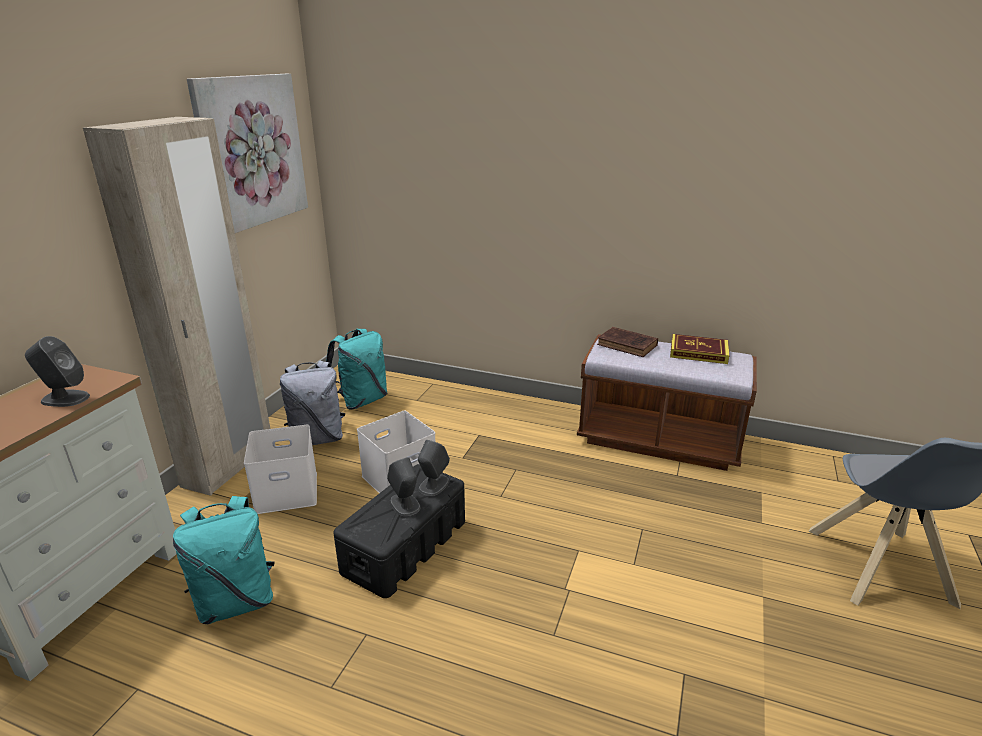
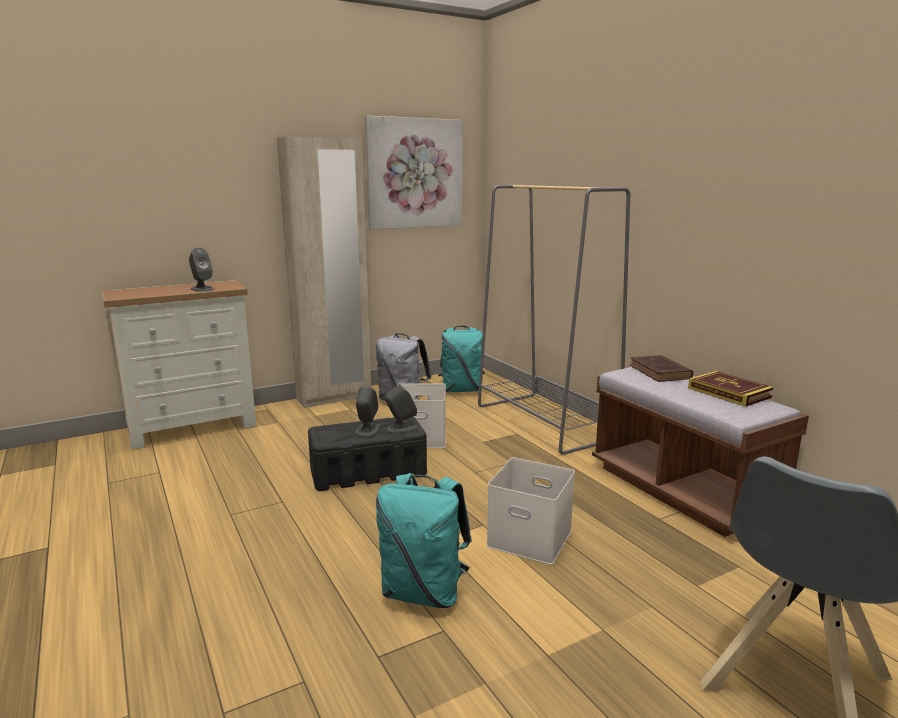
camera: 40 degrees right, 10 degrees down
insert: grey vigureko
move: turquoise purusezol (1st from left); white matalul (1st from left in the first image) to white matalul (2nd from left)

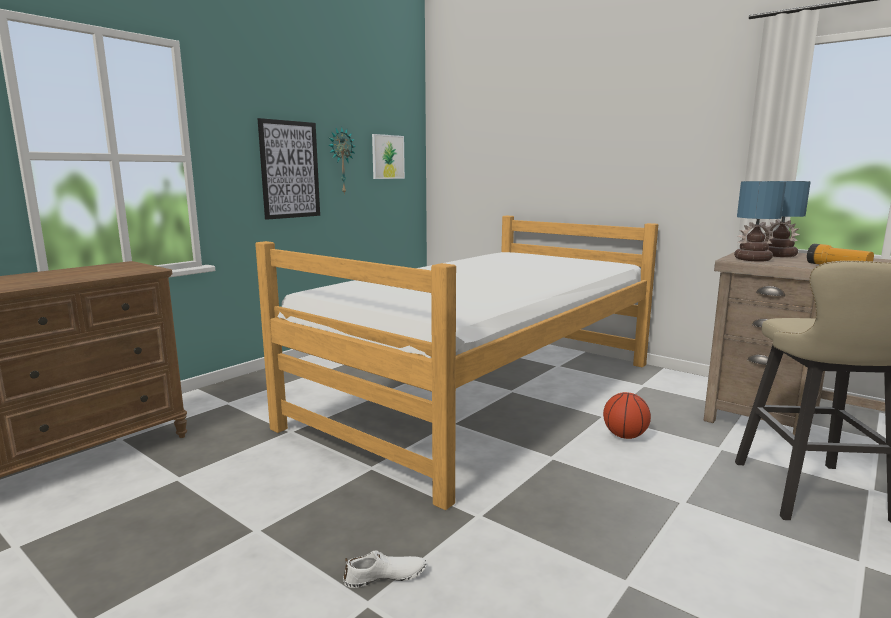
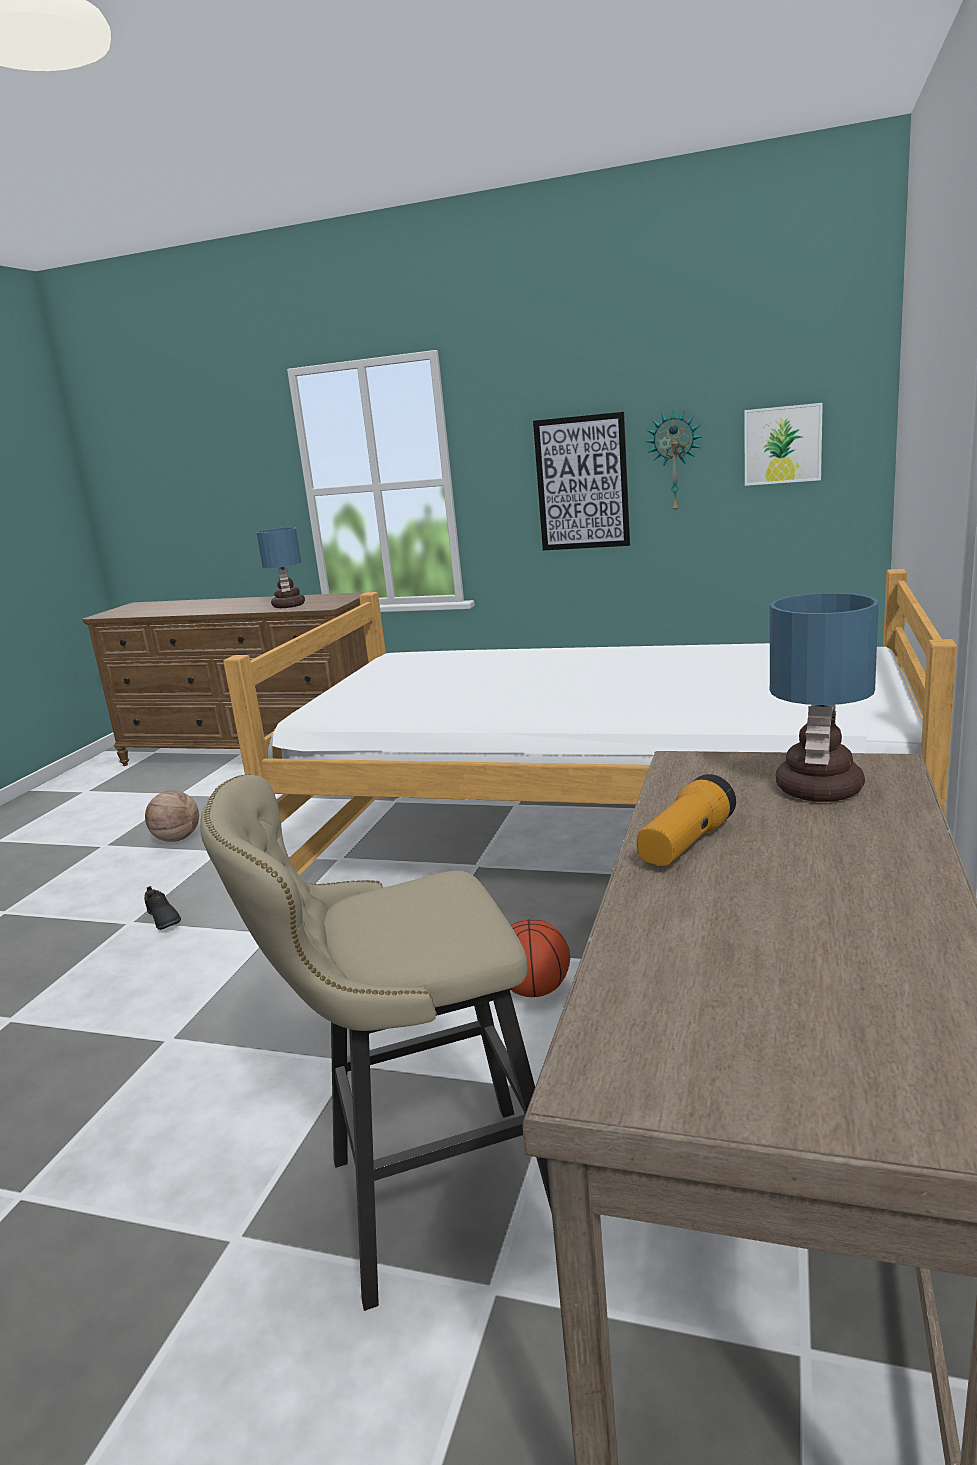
camera: 70 degrees right, 5 degrees up
insert: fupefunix (1st from left)
move: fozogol (1st from left)
recolor: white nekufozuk to black nekufozuk

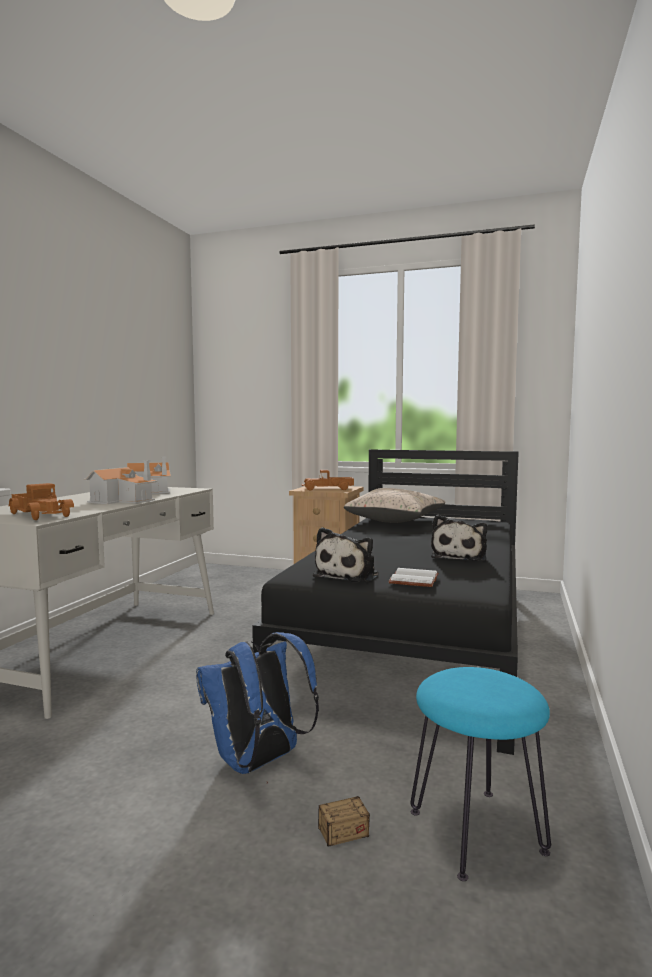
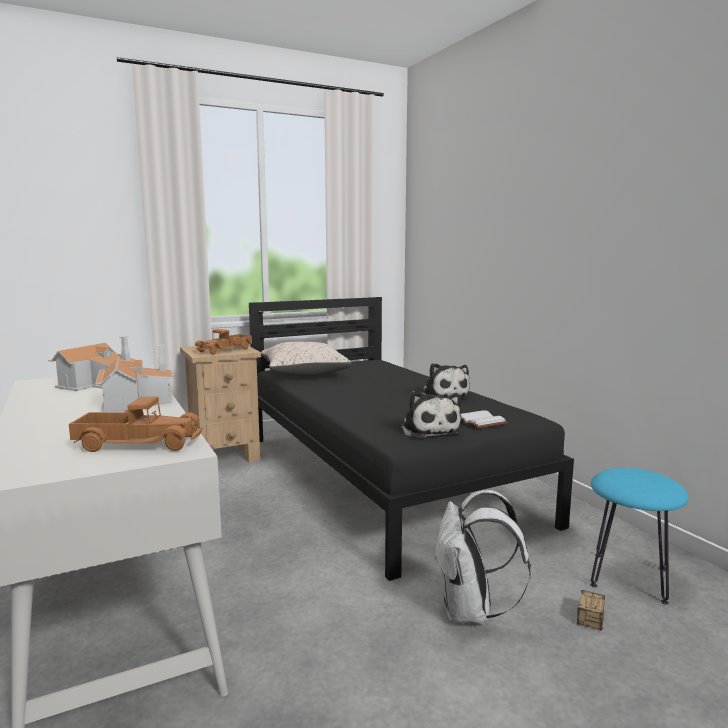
camera: 45 degrees left, 5 degrees up
recolor: blue purusezol to white purusezol

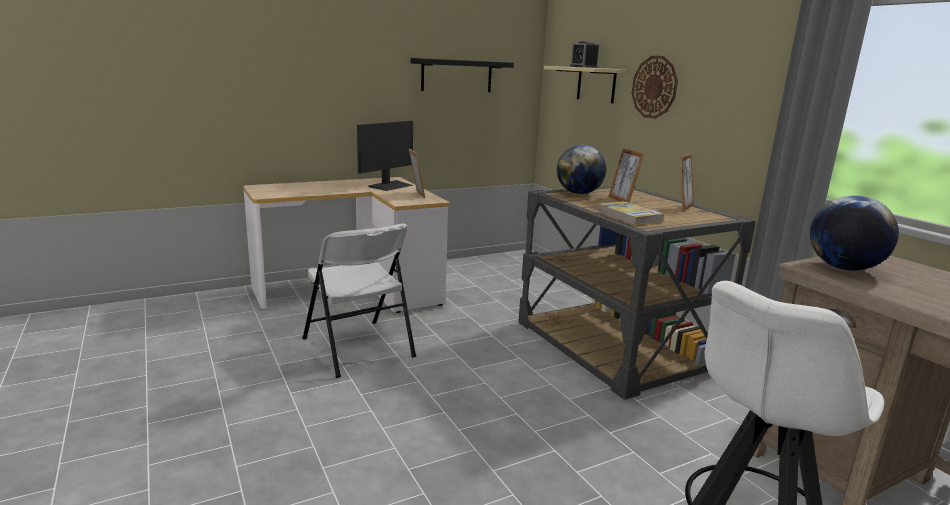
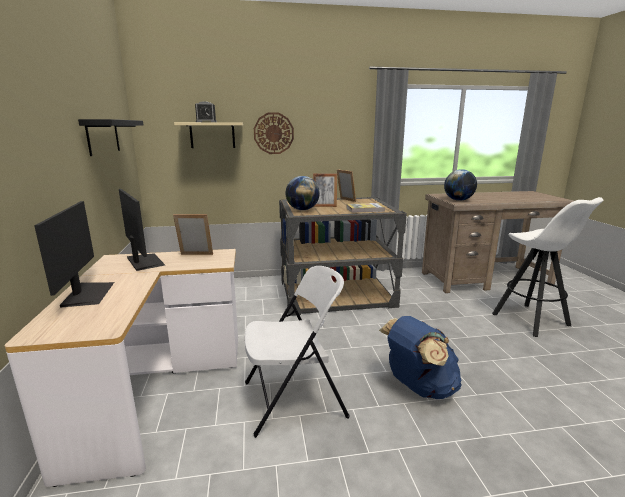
camera: 70 degrees left, 0 degrees up
insert: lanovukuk (1st from left); blue purusezol

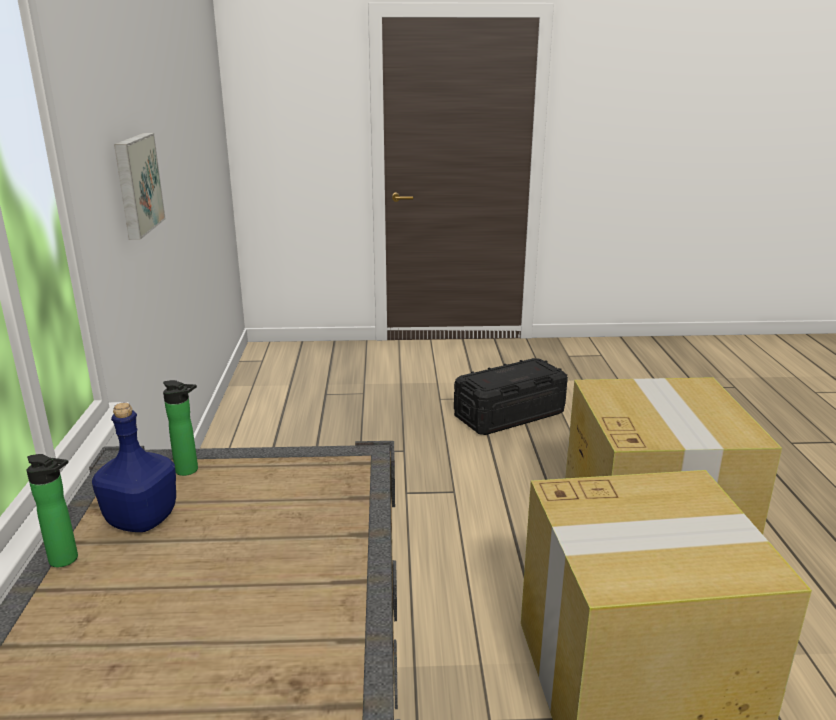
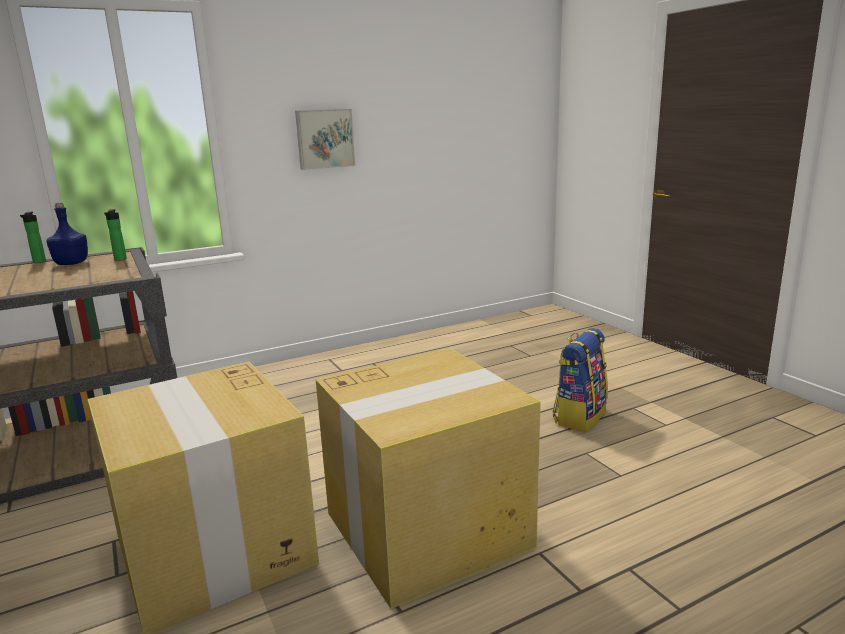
camera: 65 degrees right, 5 degrees down
replace: black matalul to purusezol

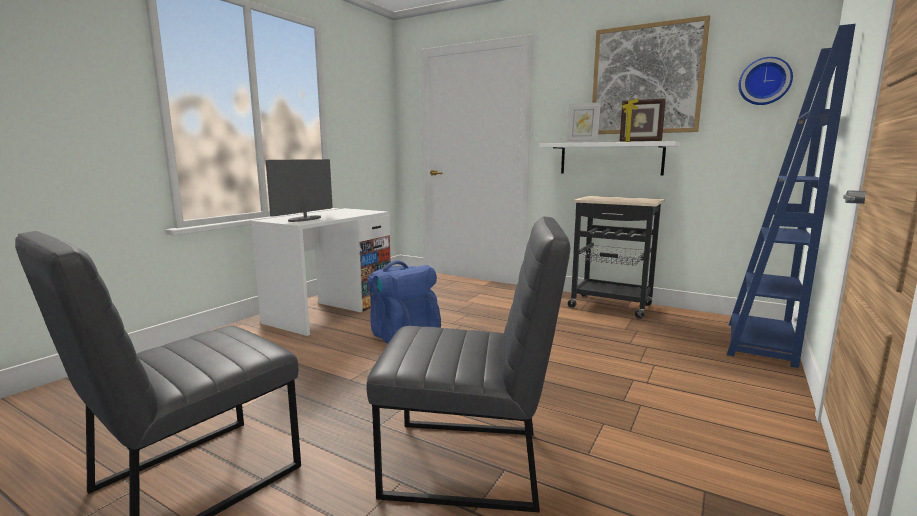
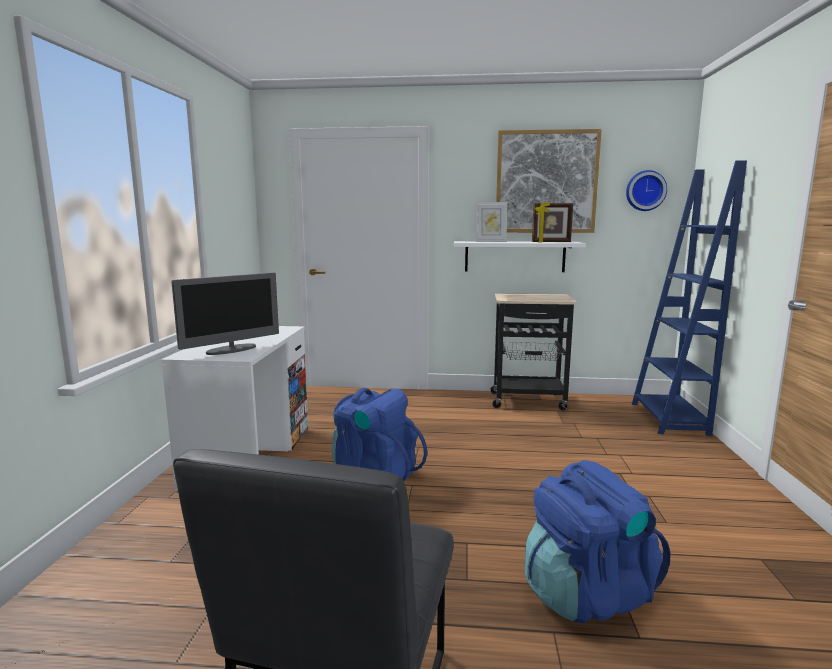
camera: 25 degrees left, 0 degrees up
replace: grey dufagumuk (2nd from left) to blue purusezol (2nd from left)
rotate: lanovukuk 135 degrees counterclockwise

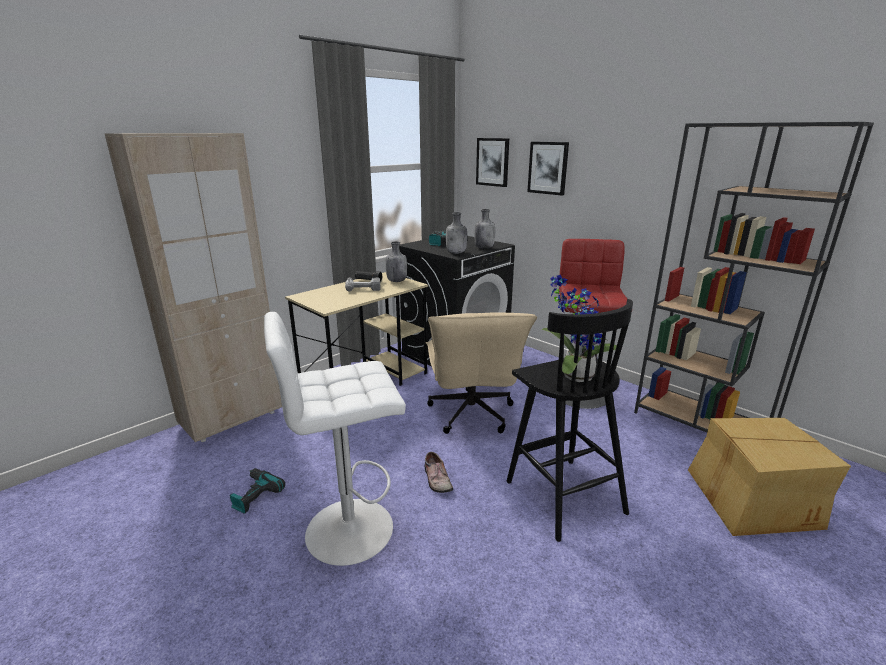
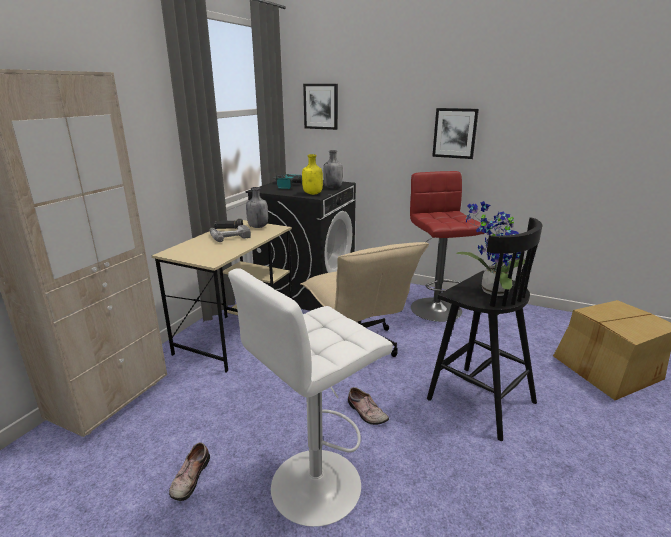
camera: 20 degrees left, 0 degrees up
delete: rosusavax
move: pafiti (2nd from left)
replace: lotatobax (1st from left) to nekufozuk (1st from left)
recolor: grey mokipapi (2nd from left) to yellow mokipapi

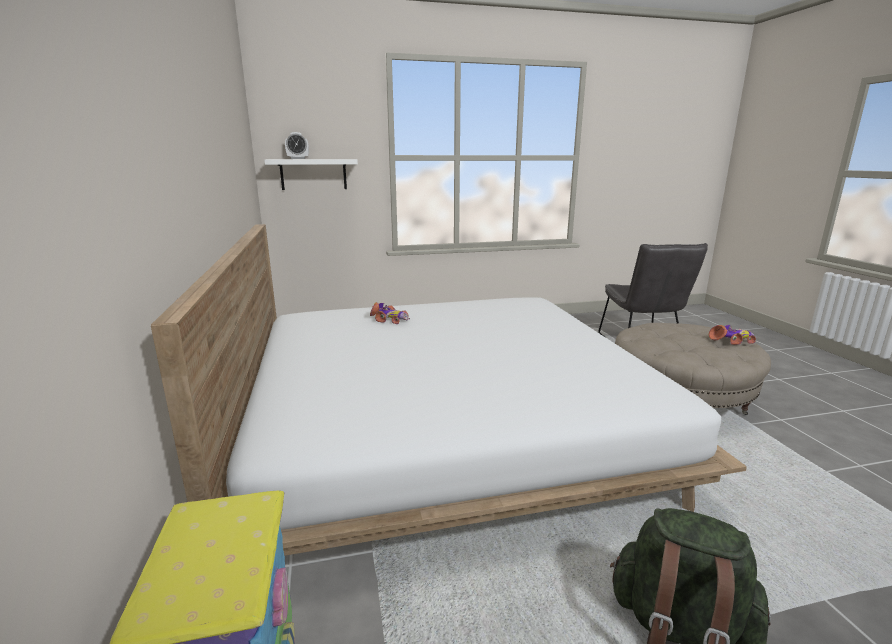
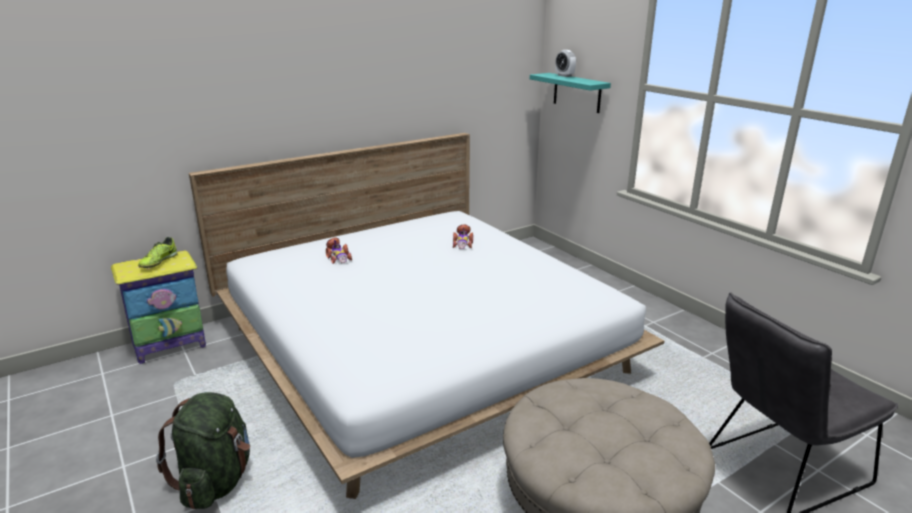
camera: 70 degrees right, 5 degrees up
insert: nekufozuk
move: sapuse (2nd from left in the first image) to sapuse (1st from left)
recolor: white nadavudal to turquoise nadavudal

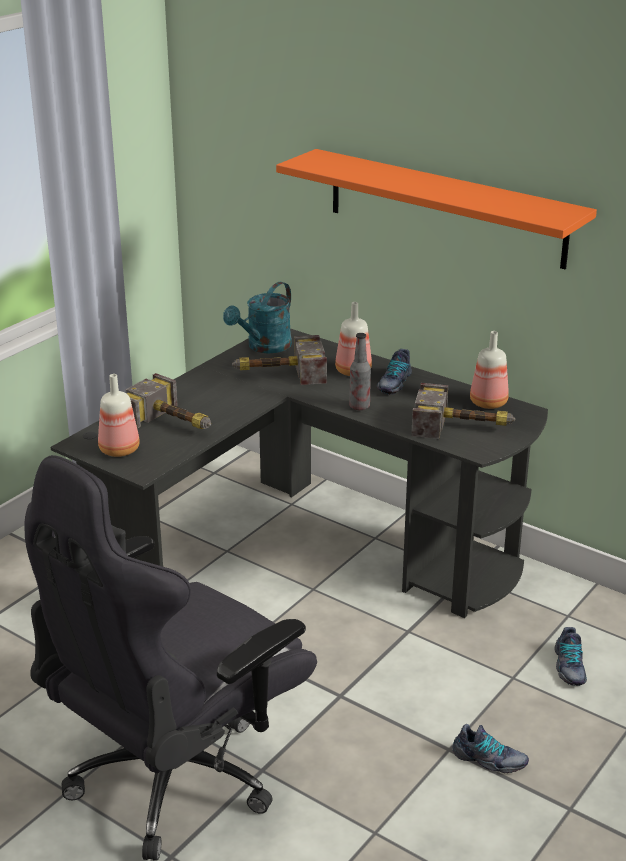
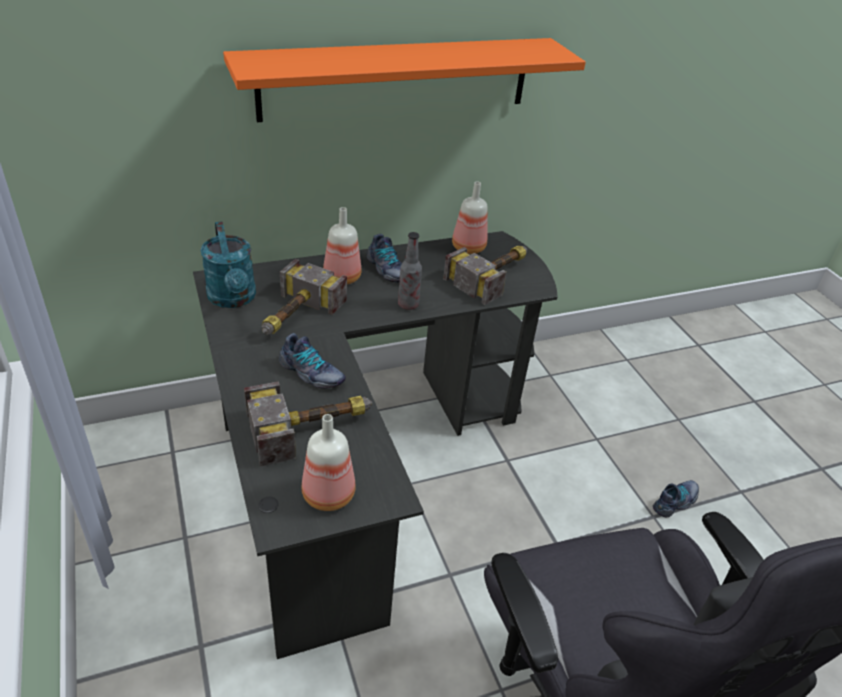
camera: 60 degrees left, 10 degrees up
move: nekufozuk (3rd from left in the first image) to nekufozuk (1st from left)

